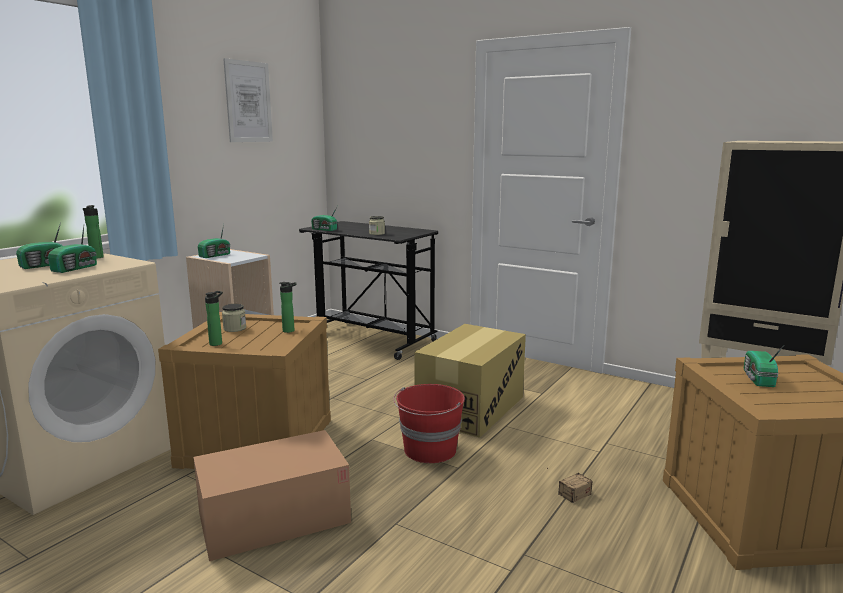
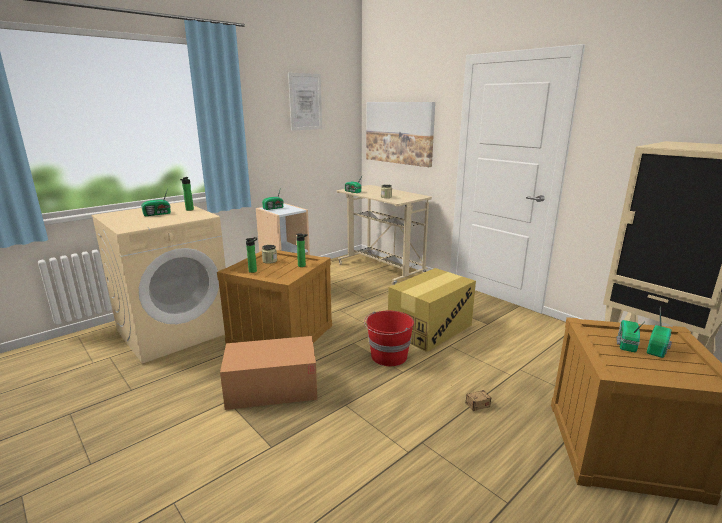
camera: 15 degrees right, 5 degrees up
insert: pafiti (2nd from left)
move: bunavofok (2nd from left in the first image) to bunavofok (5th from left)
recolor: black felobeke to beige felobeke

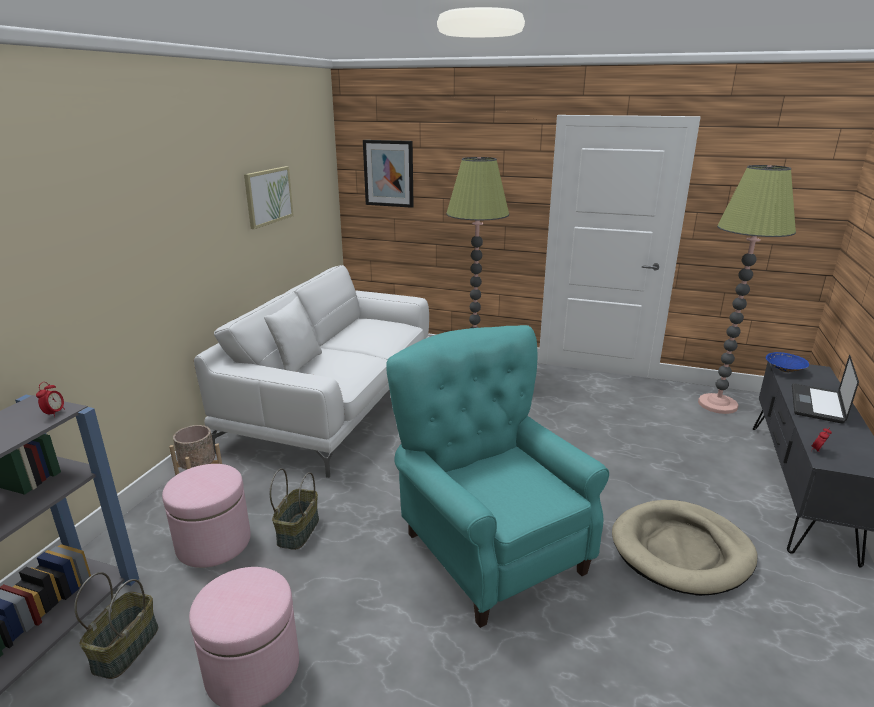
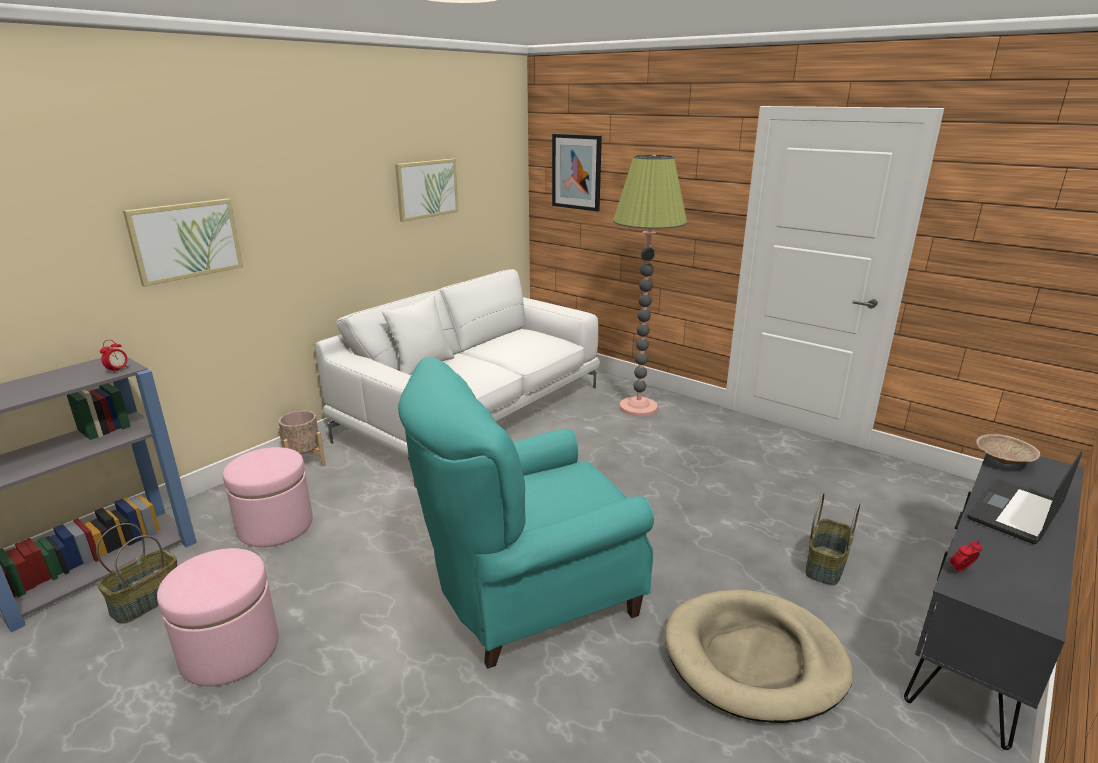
camera: 20 degrees right, 0 degrees up
delete: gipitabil (2nd from left)
insert: pafiti (1st from left)
move: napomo (2nd from left)
recolor: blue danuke to beige danuke
rotate: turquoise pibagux 105 degrees counterclockwise

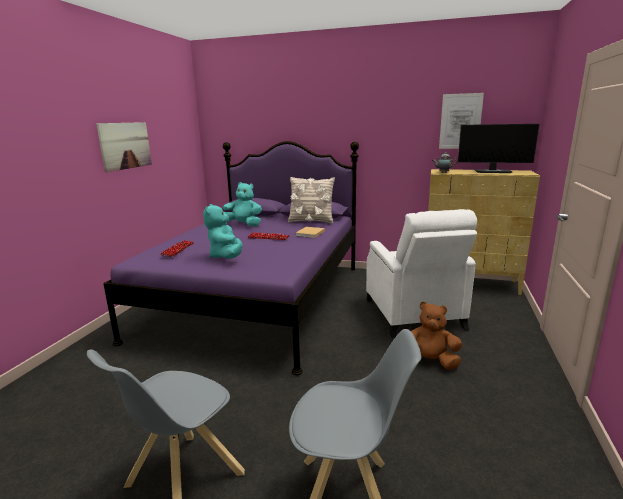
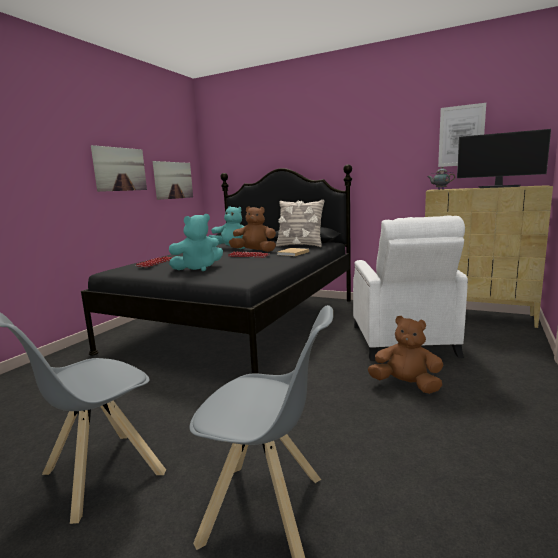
camera: 10 degrees right, 5 degrees down
insert: pafiti (2nd from left); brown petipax (1st from left)
recolor: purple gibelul to black gibelul
rotate: turquoise petipax (1st from left) 120 degrees counterclockwise

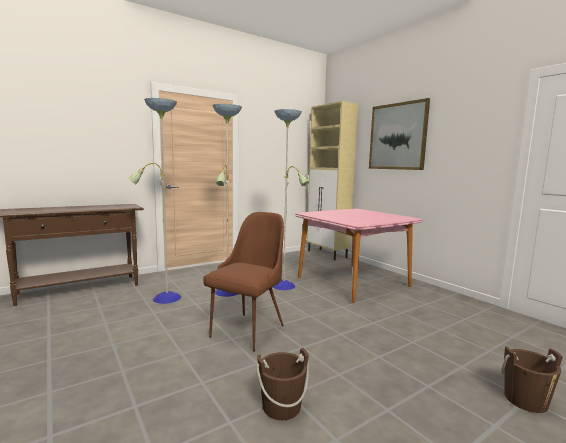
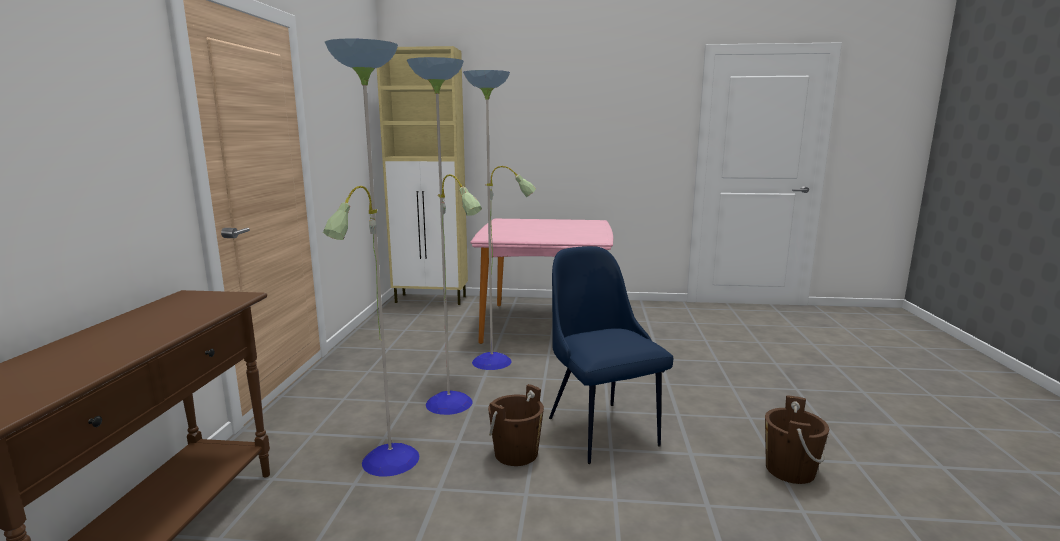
camera: 50 degrees left, 5 degrees up
delete: pafiti
move: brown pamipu (2nd from left in the first image) to brown pamipu (1st from left)
recolor: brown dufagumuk to blue dufagumuk

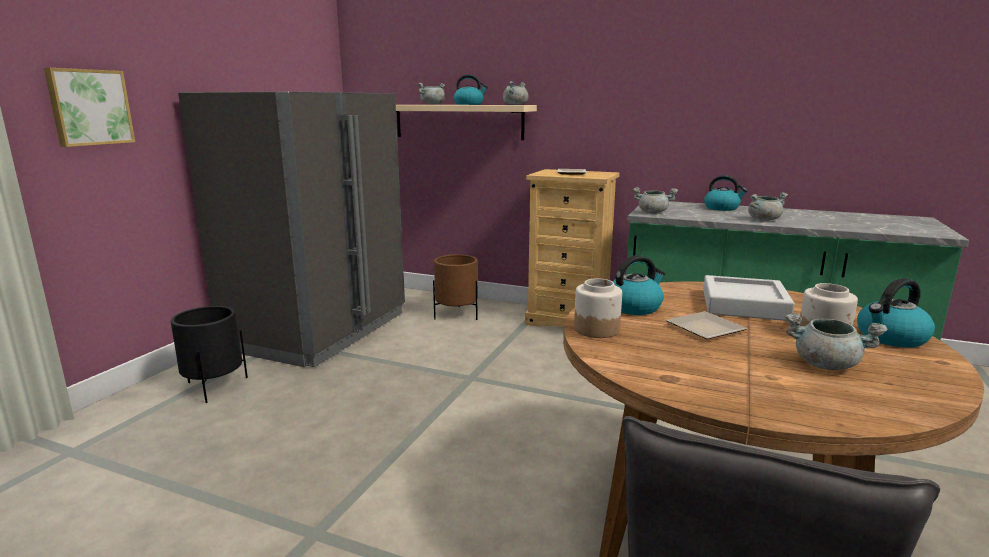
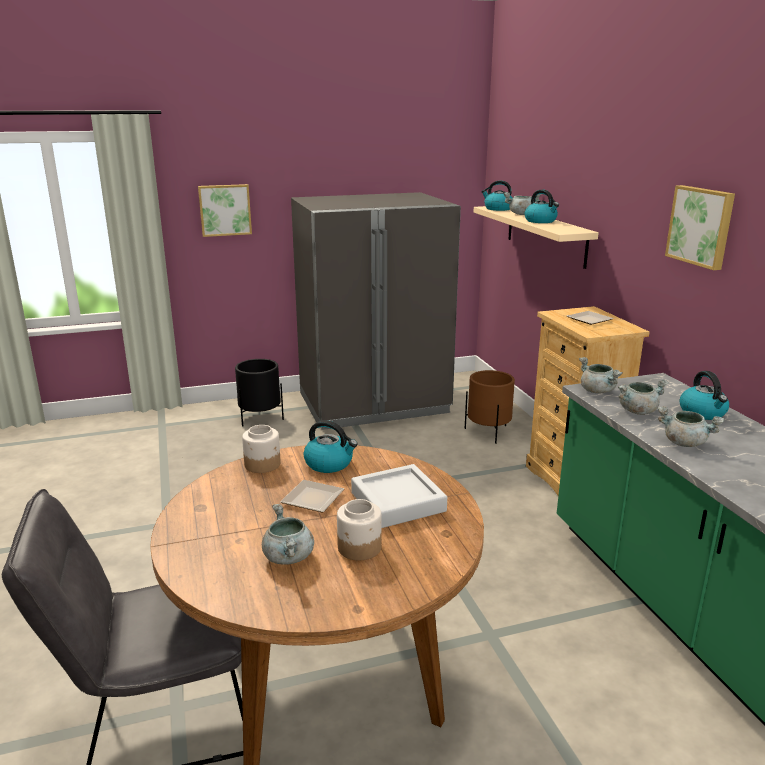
camera: 50 degrees right, 5 degrees up
insert: pafiti (2nd from left)
move: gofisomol (4th from left in the first image) to gofisomol (2nd from left); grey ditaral (2nd from left in the first image) to grey ditaral (4th from left)

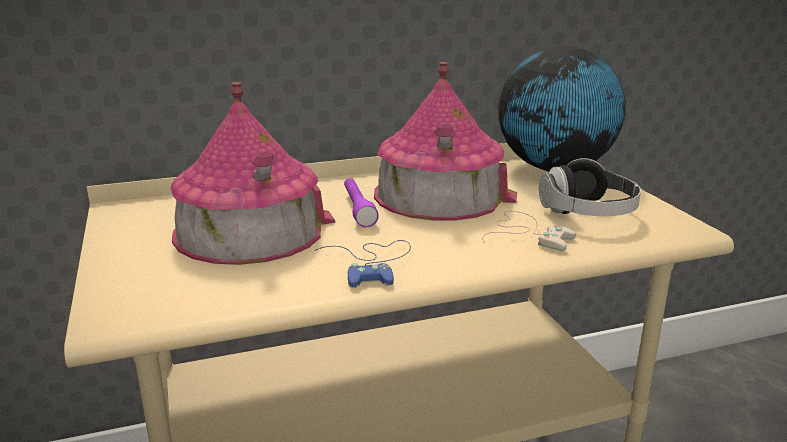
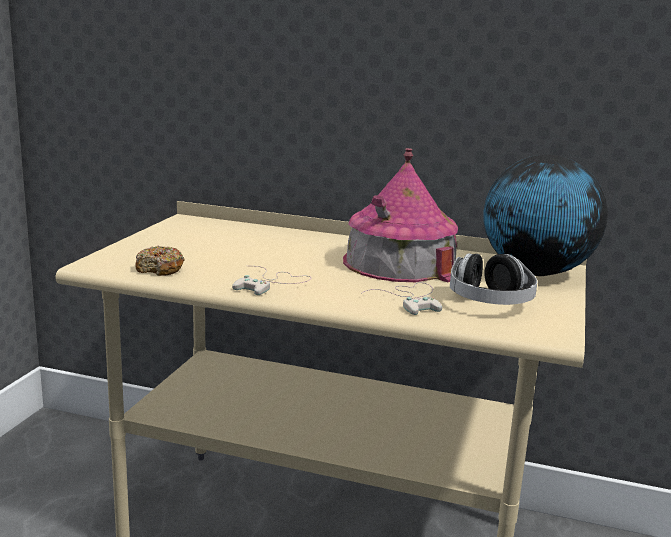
camera: 35 degrees right, 5 degrees down
delete: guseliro (1st from left); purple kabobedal
insert: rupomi
recolor: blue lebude to white lebude (1st from left)

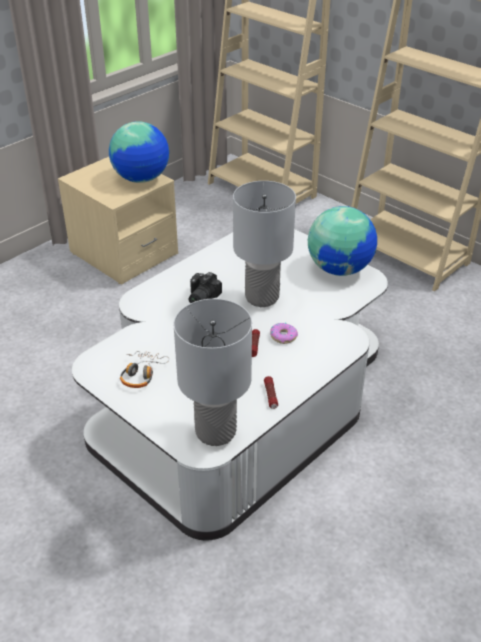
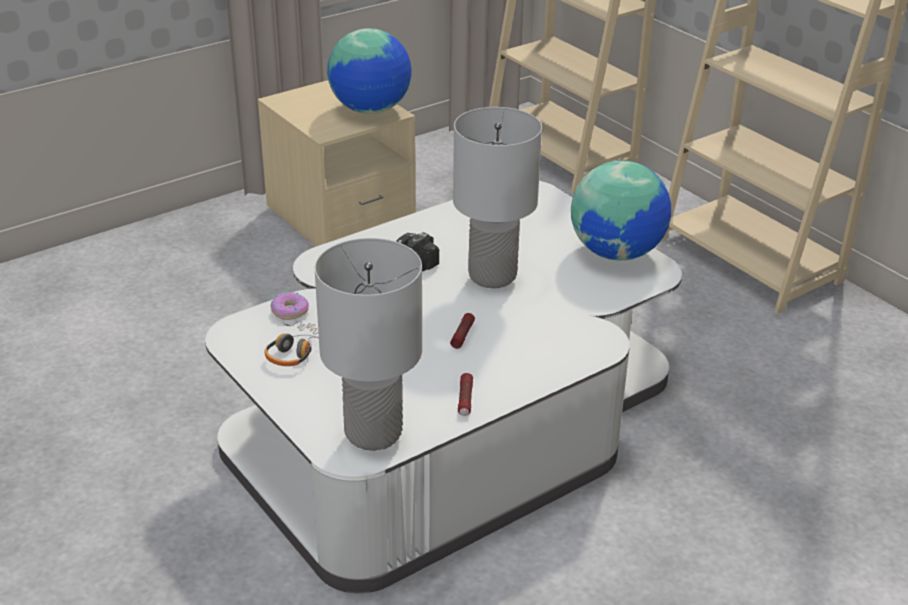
camera: 10 degrees right, 5 degrees down
move: rupomi

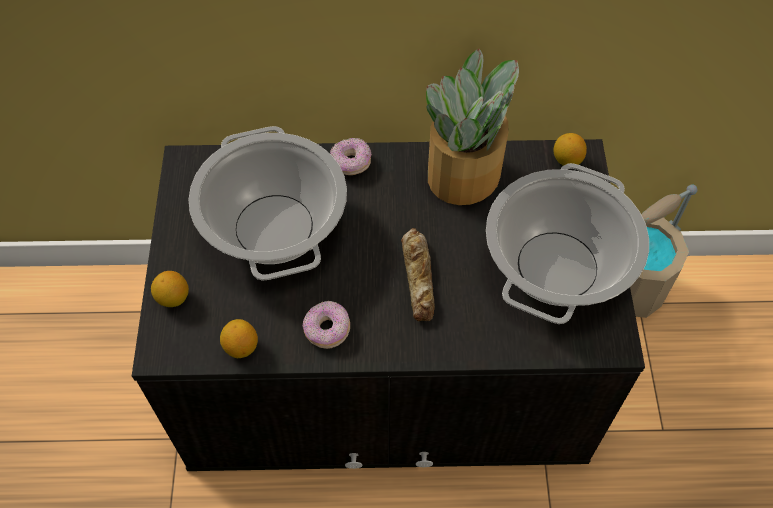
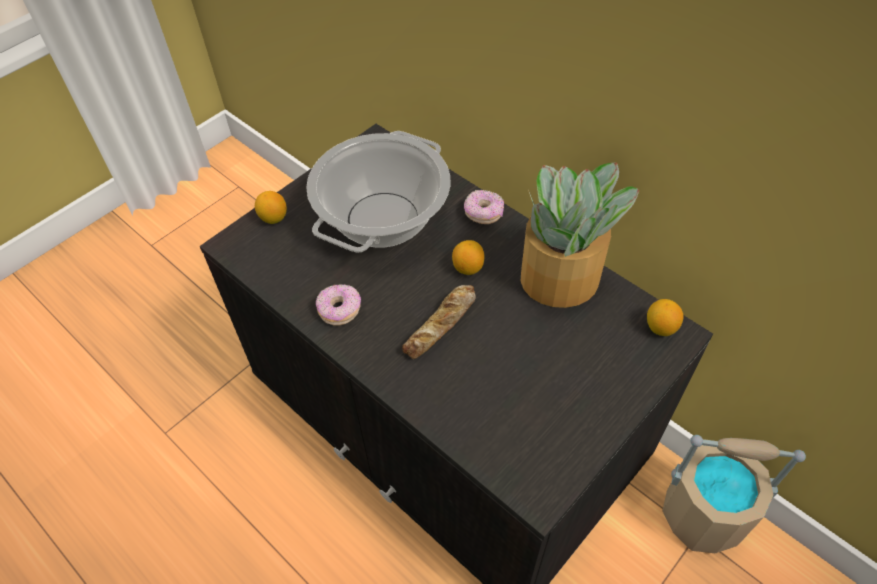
camera: 45 degrees right, 5 degrees down
delete: ditaral (2nd from left)
move: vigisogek (2nd from left)

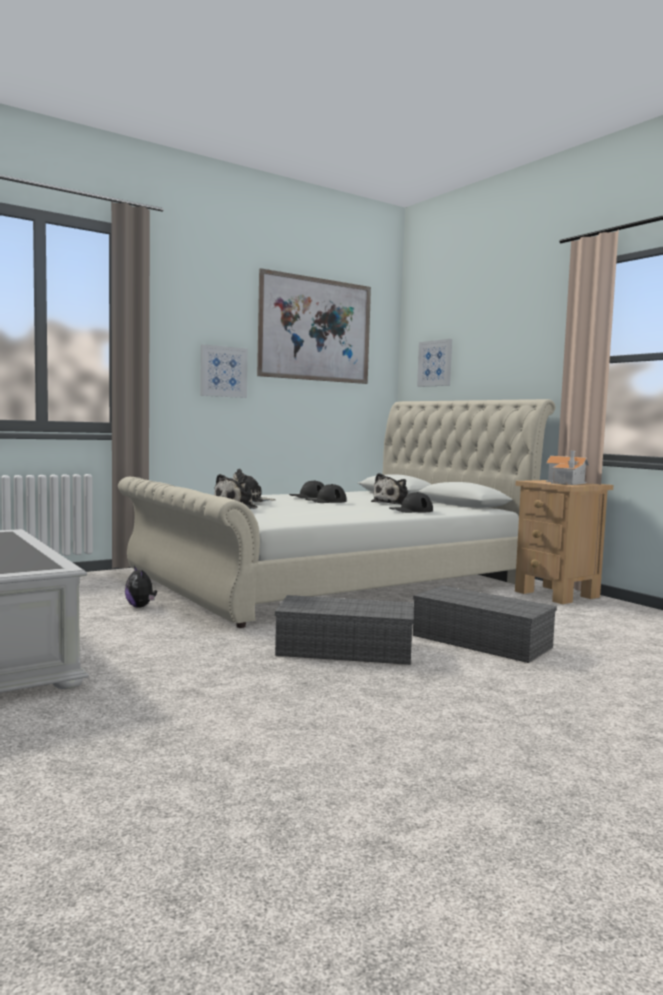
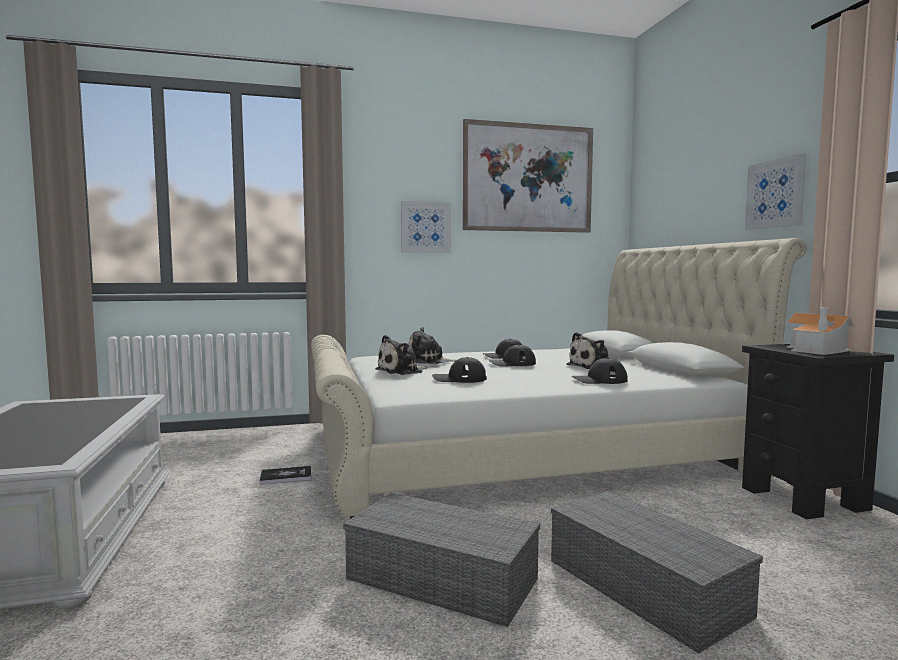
camera: 20 degrees right, 0 degrees up
insert: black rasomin (1st from left)
move: pafiti (3rd from left)
replace: petipax (1st from left) to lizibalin
recolor: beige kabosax to black kabosax

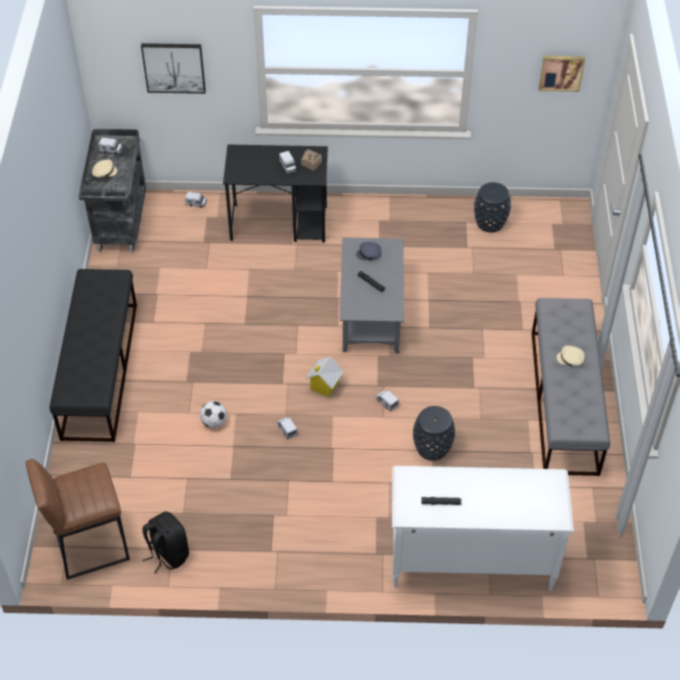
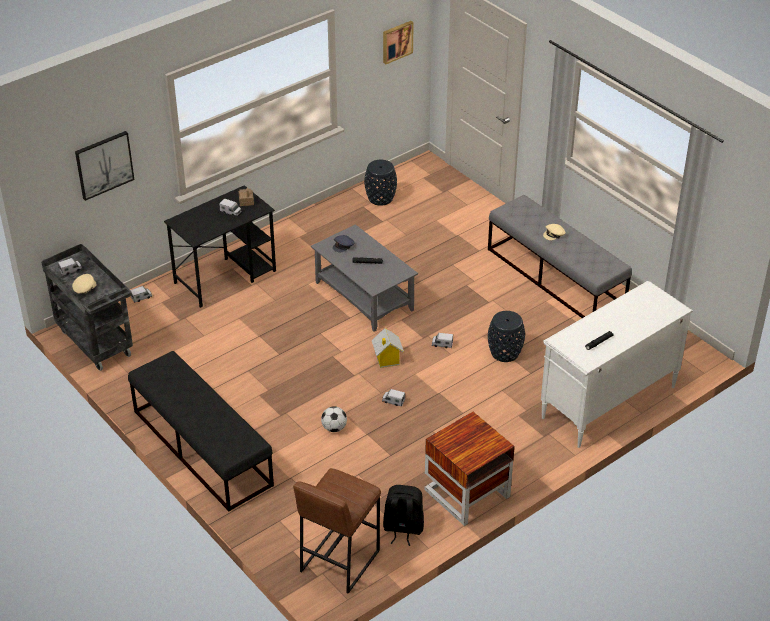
camera: 40 degrees left, 10 degrees down
insert: kabosax

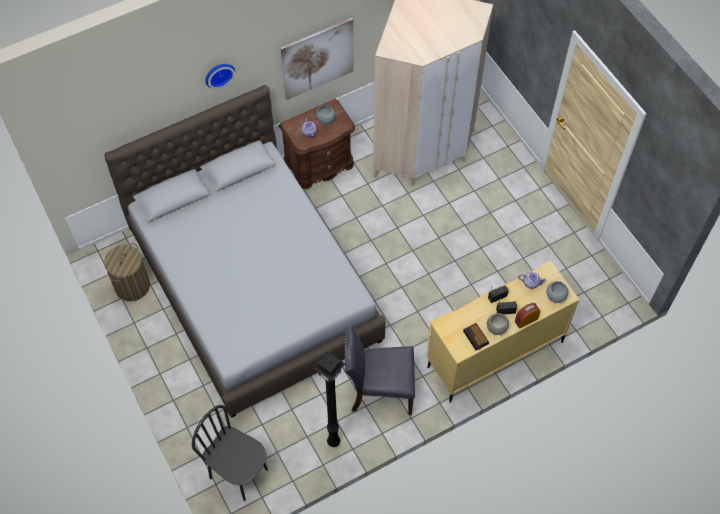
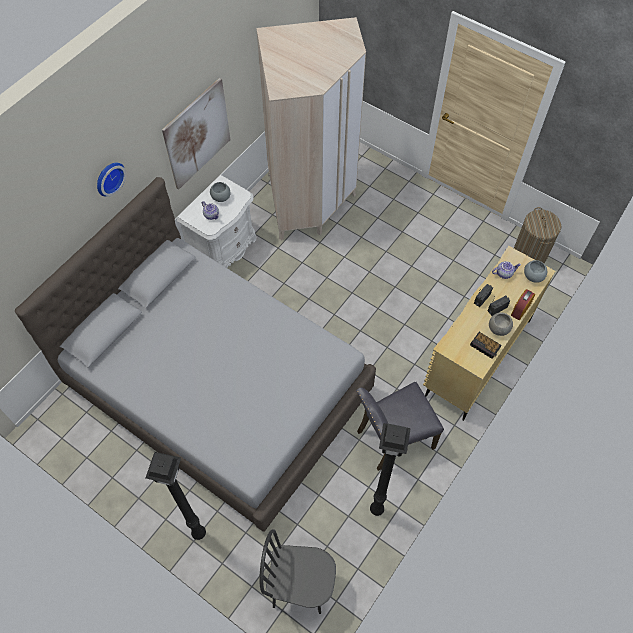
camera: 25 degrees left, 0 degrees up
insert: black gipitabil (1st from left)
move: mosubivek
recolor: brown kabosax to white kabosax

